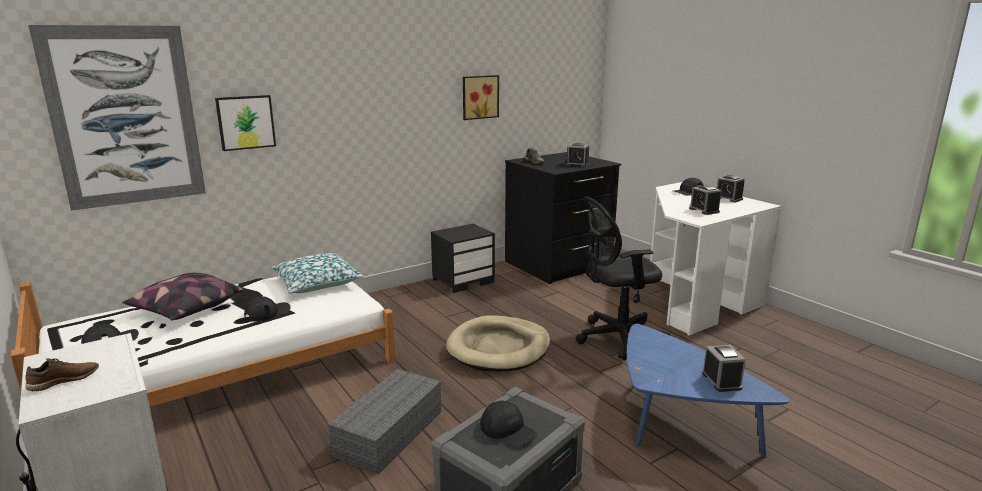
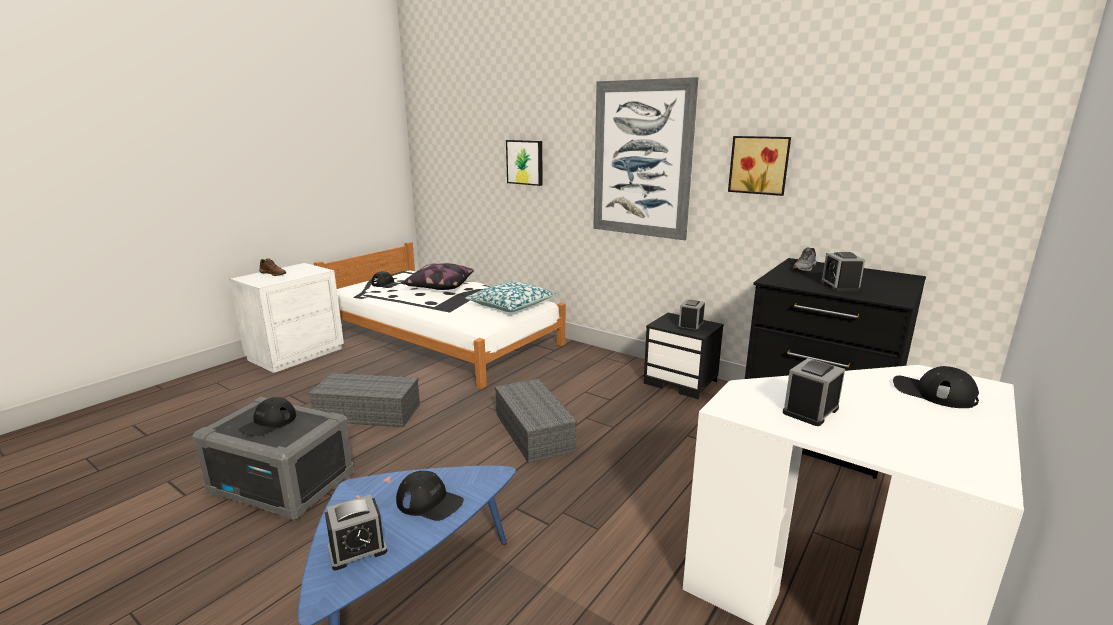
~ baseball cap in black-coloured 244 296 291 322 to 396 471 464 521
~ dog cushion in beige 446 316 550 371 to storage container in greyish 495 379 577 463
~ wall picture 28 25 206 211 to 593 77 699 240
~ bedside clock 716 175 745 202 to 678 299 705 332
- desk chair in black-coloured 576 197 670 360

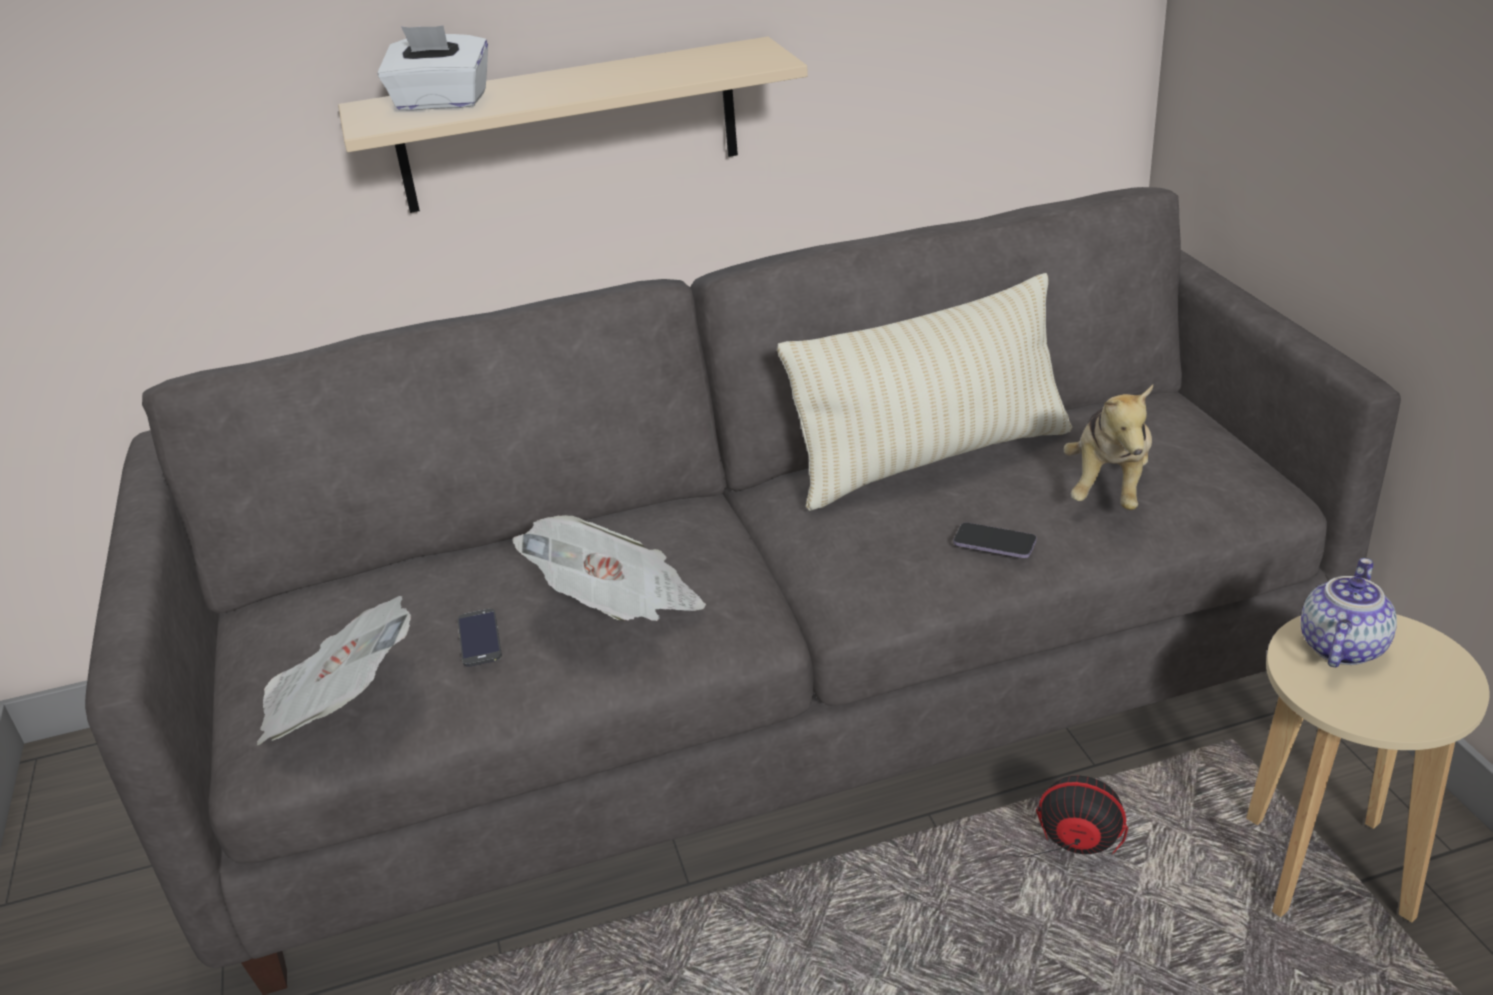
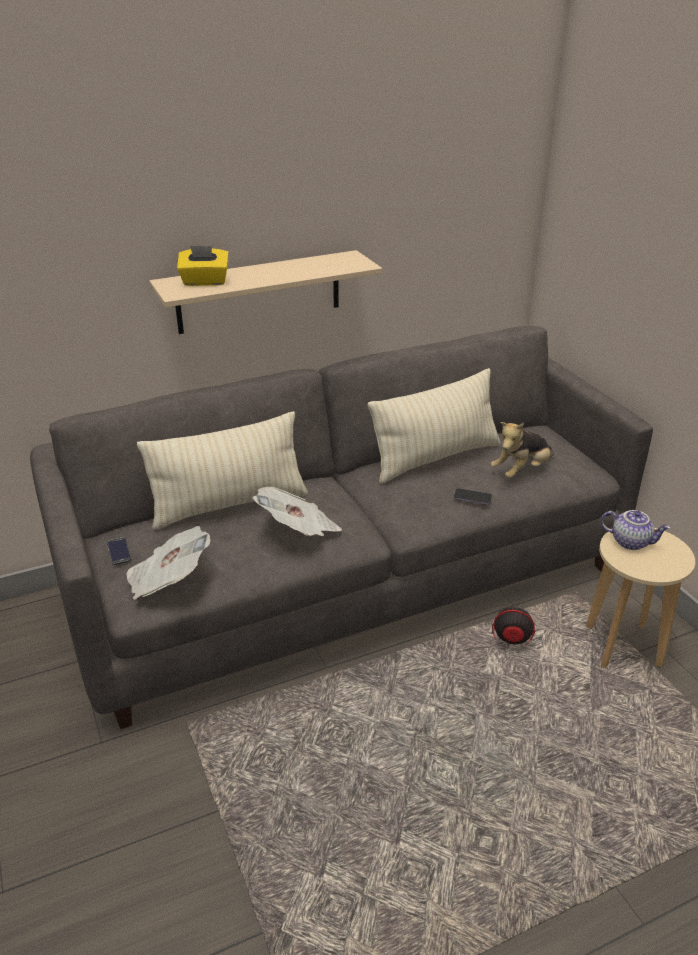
~ handset 458 609 502 667 to 107 537 131 565
+ cushion in beige 137 411 308 530
~ box of tissues in white-coloured 378 25 488 111 to box of tissues in yellow 177 245 229 286
~ soft toy 1064 385 1153 510 = 491 422 554 479 45 degrees clockwise
~ pot for tea 1301 558 1397 667 = 601 510 670 550 90 degrees clockwise

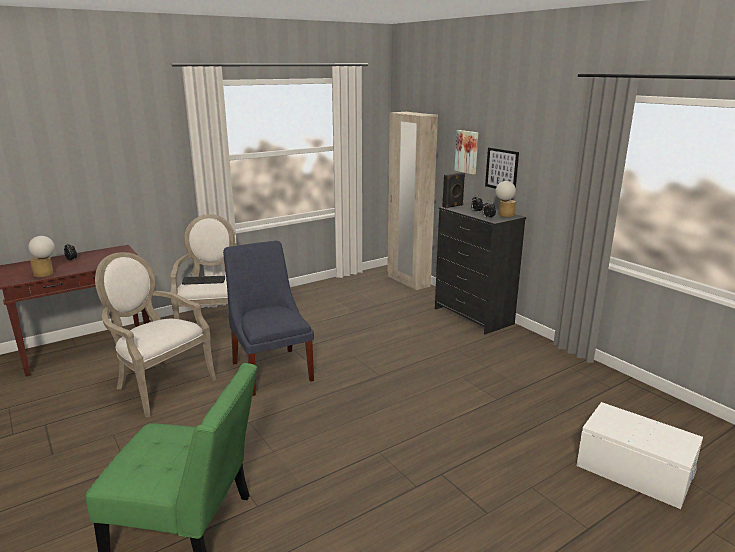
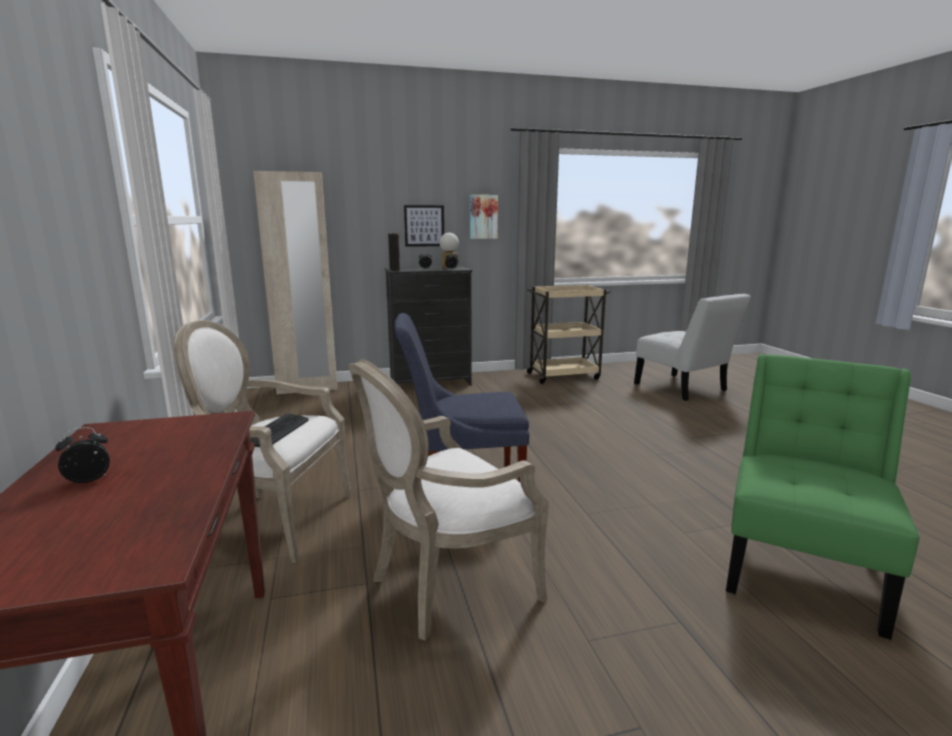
~ wall picture 454 130 479 174 to 470 195 498 239
+ trolley in beige 525 285 610 384
~ storage container in white-coloured 576 402 703 509 to chair in white-coloured 634 294 751 401
- lamp for a table 28 236 55 277

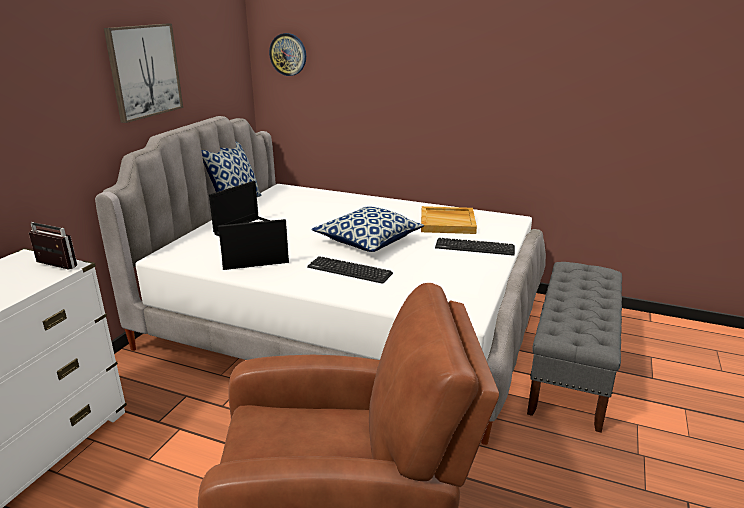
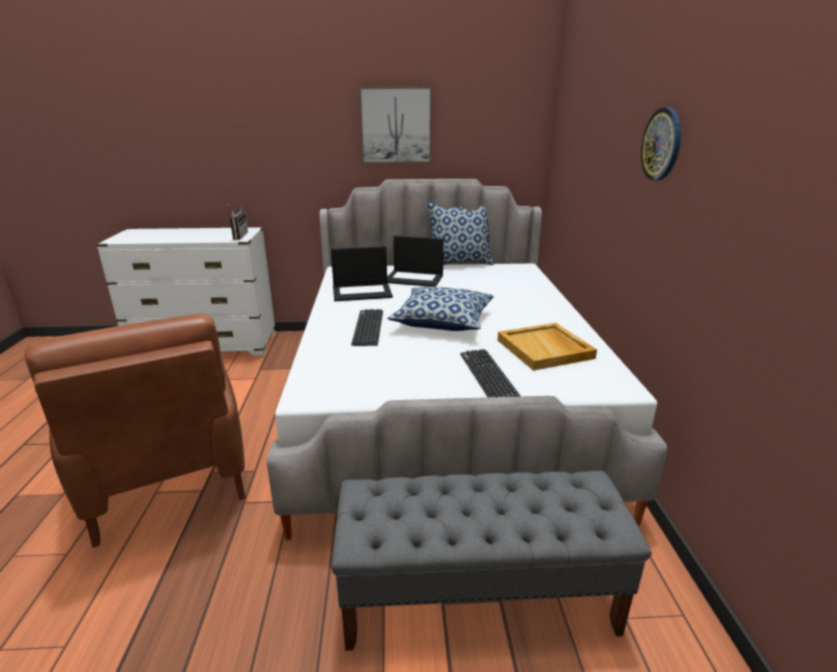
~ laptop 218 219 289 270 = 331 246 393 301 120 degrees clockwise
~ hanging clock 269 33 306 76 to 641 107 681 181

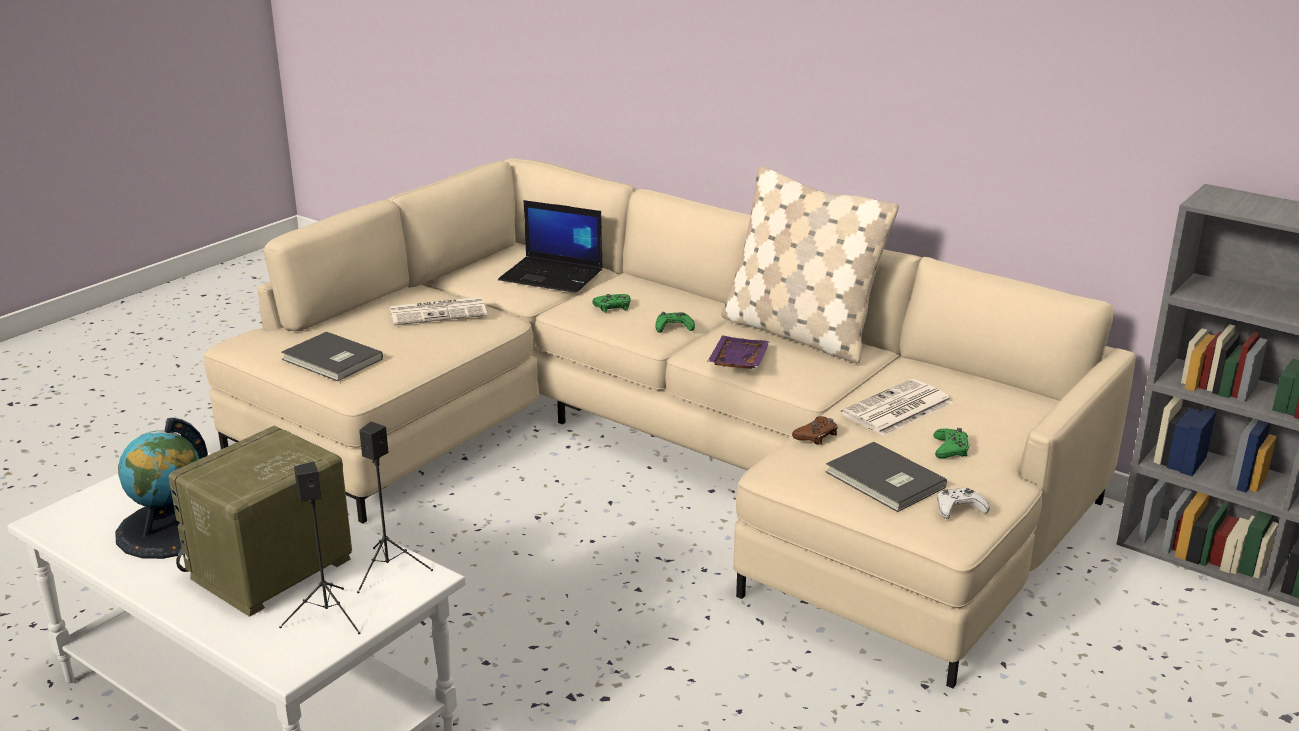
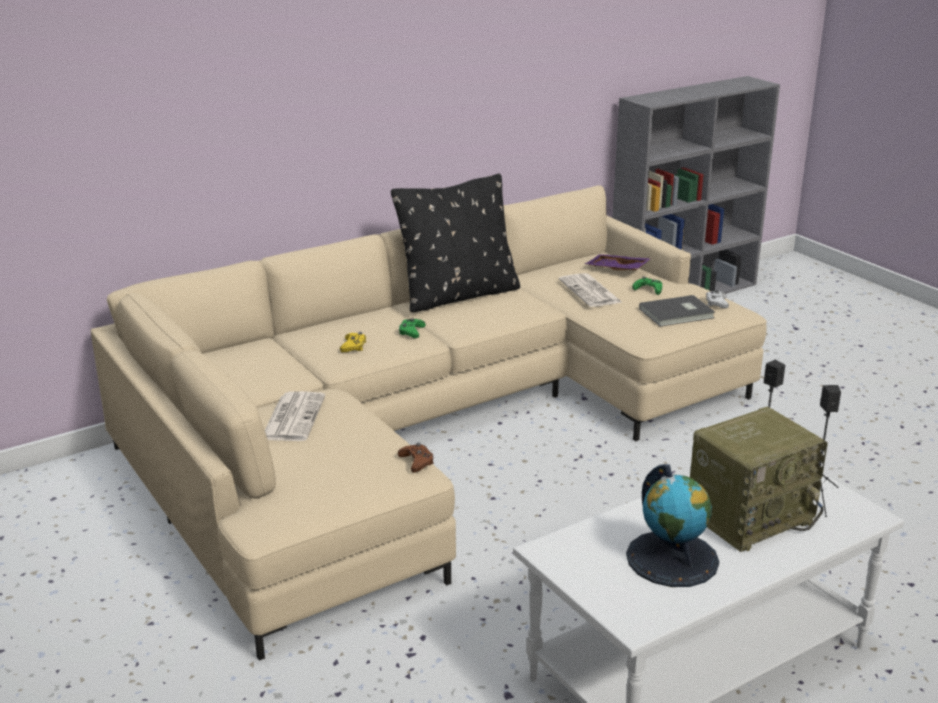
~ game controller in greenish 593 294 631 312 to game controller in yellow 340 332 366 352
~ cushion in beige 721 166 899 363 to cushion in black-coloured 391 173 520 312
~ game controller in brown-coloured 792 416 838 445 to 398 442 434 473
~ tray in purplish 708 335 770 369 to 584 254 652 270
~ radio set 168 426 352 617 = 690 407 828 552 90 degrees counterclockwise
- bound book in greyish 281 332 383 381
- laptop 498 200 603 293

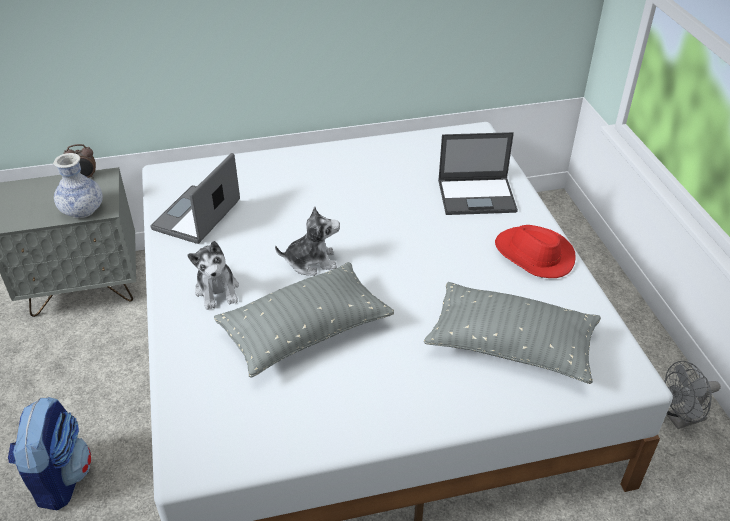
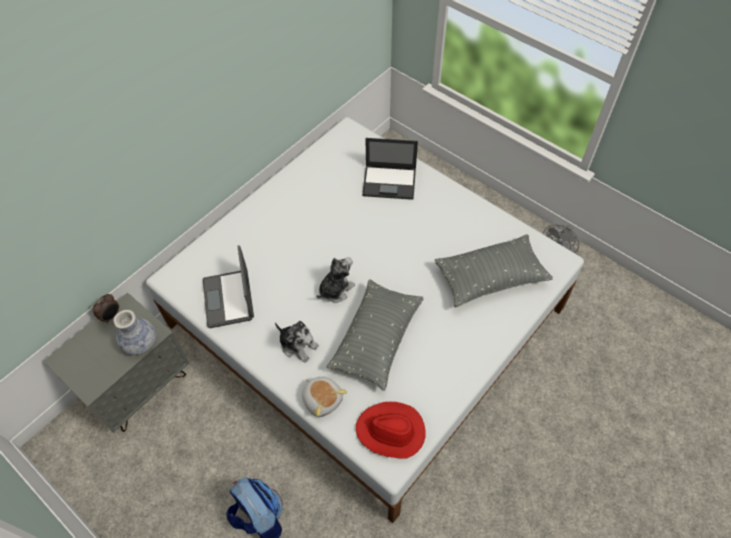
+ soft toy 302 377 347 417
~ wearable hat in red-coloured 495 225 576 278 to 356 402 425 459
~ laptop 438 132 518 215 = 362 138 418 200 45 degrees clockwise

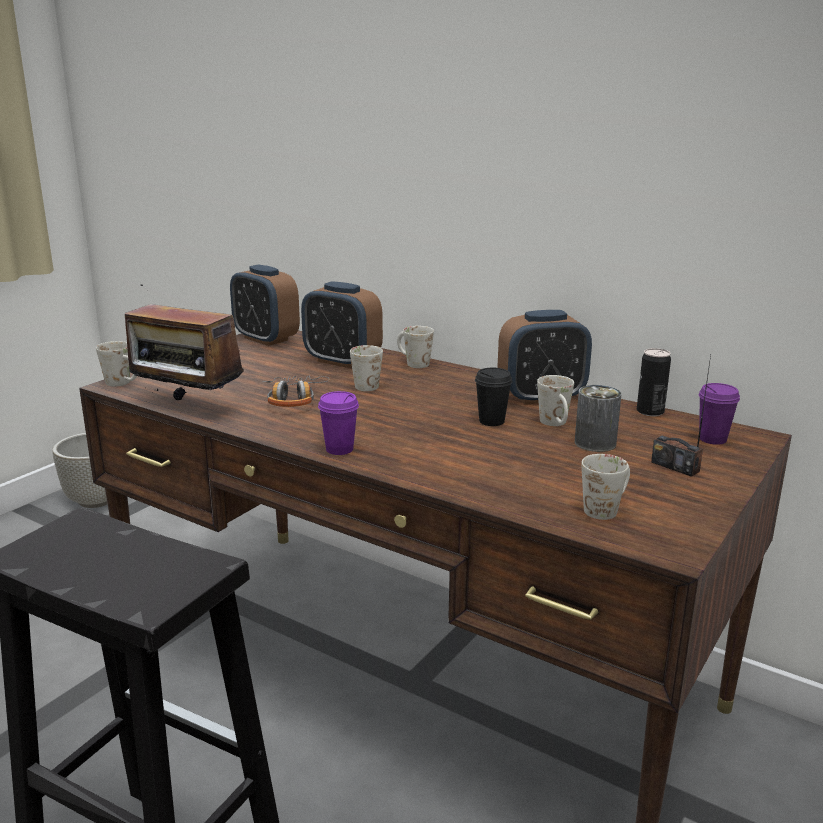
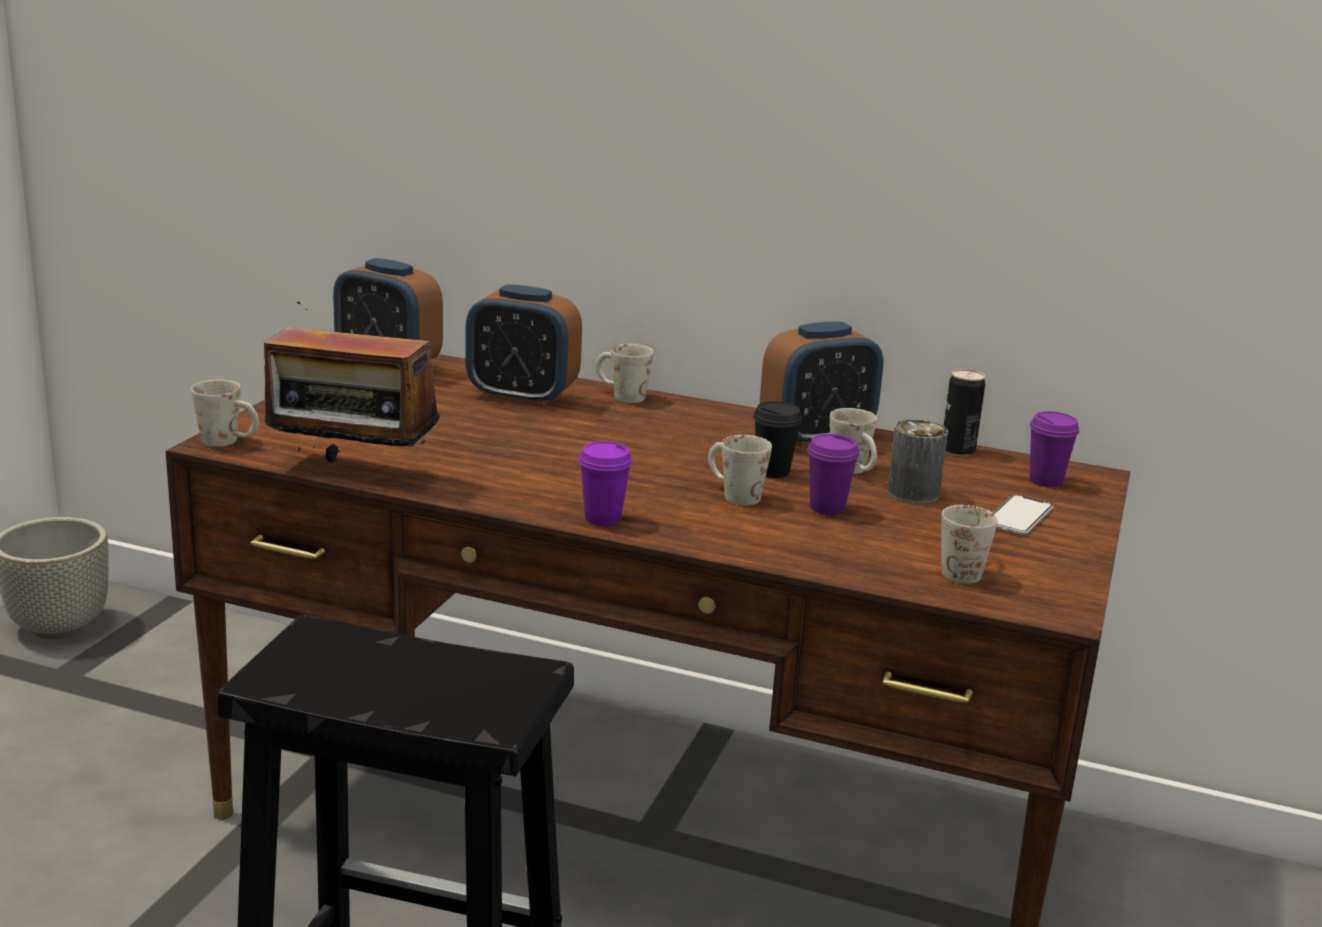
~ coffee mug in white-coloured 350 345 383 391 to 708 435 772 506
+ small cup in purplish 807 434 859 515
~ radio set 651 355 711 477 to handset 994 495 1053 535
- headphones 262 376 330 407

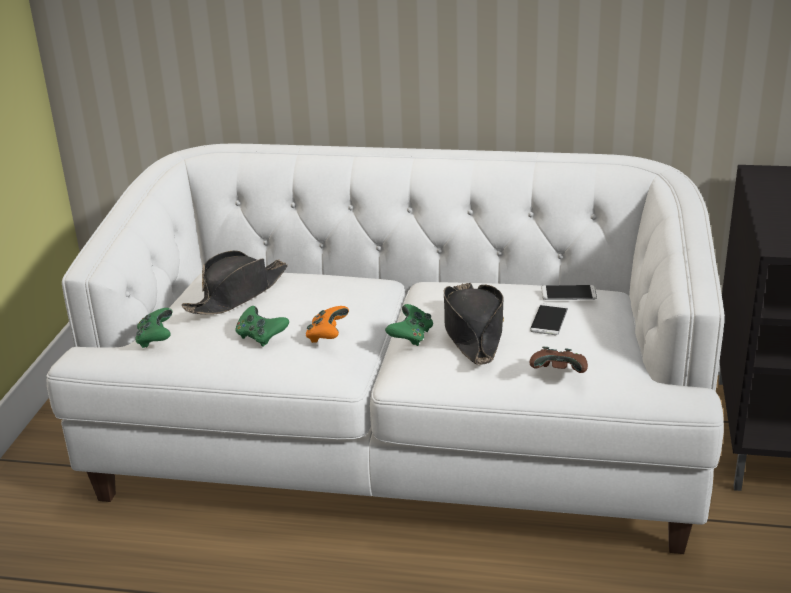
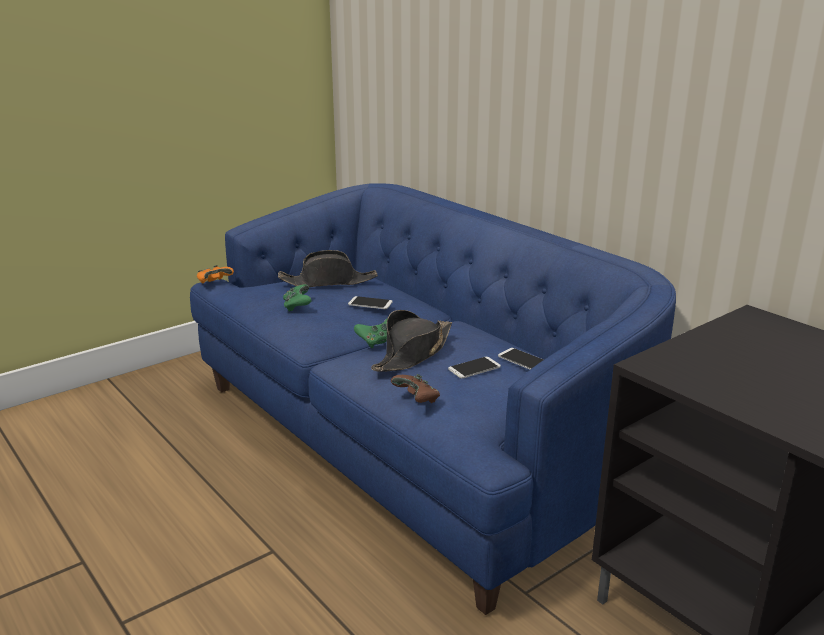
~ couch in white-coloured 46 144 725 554 to couch in bluish 190 183 676 615
~ game controller in orange 306 306 349 343 to 197 265 234 283
+ handset 348 296 393 309
- game controller in greenish 136 308 172 348

